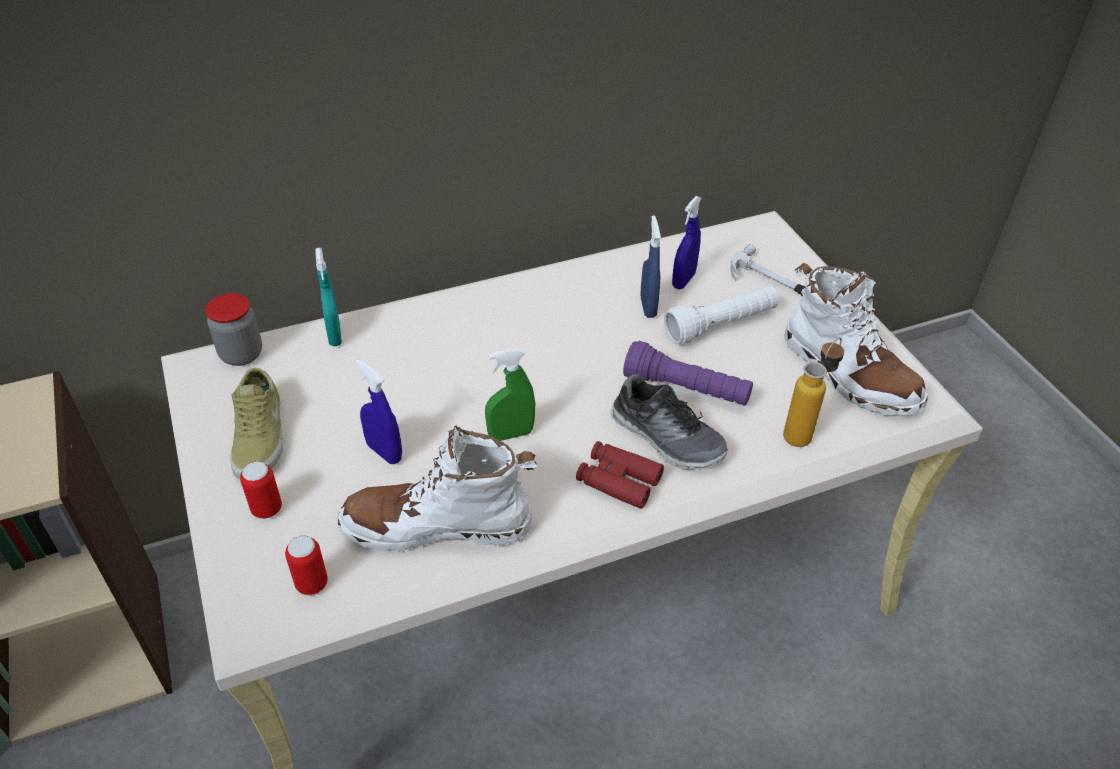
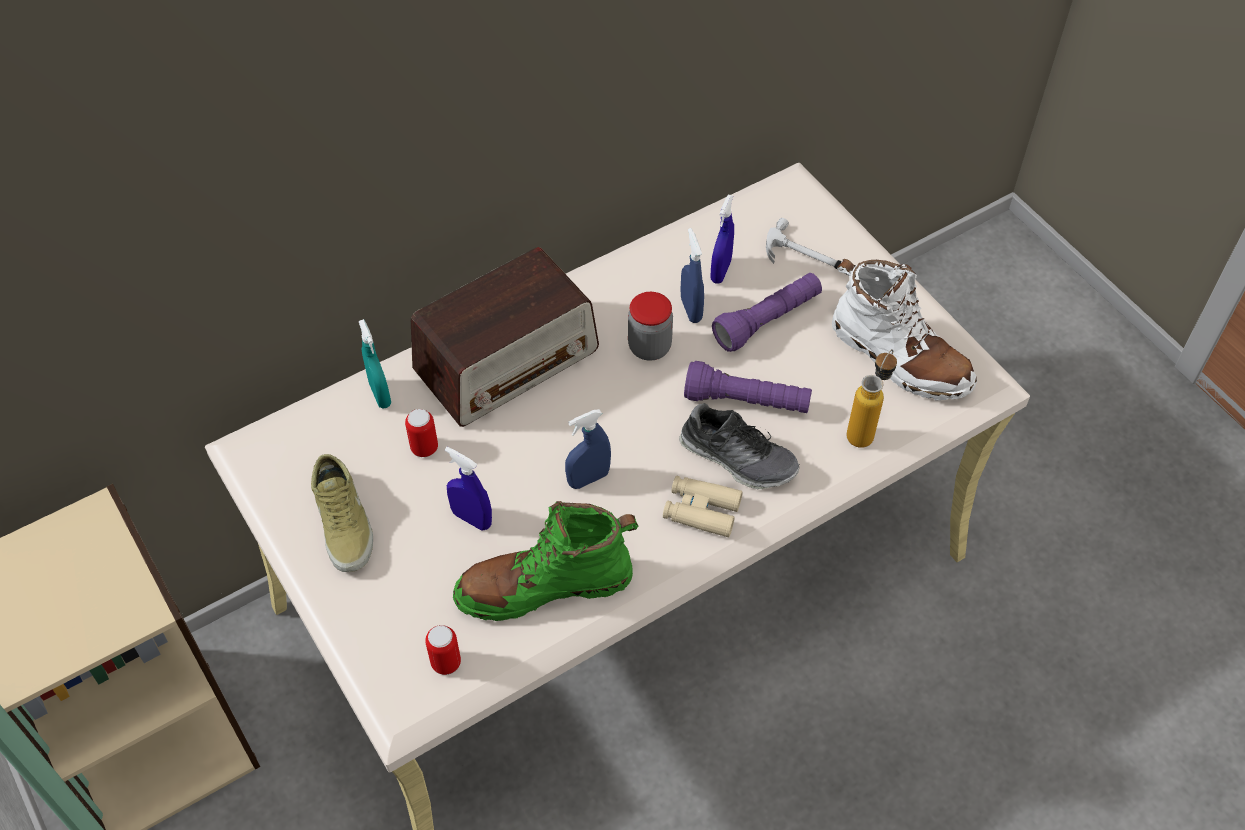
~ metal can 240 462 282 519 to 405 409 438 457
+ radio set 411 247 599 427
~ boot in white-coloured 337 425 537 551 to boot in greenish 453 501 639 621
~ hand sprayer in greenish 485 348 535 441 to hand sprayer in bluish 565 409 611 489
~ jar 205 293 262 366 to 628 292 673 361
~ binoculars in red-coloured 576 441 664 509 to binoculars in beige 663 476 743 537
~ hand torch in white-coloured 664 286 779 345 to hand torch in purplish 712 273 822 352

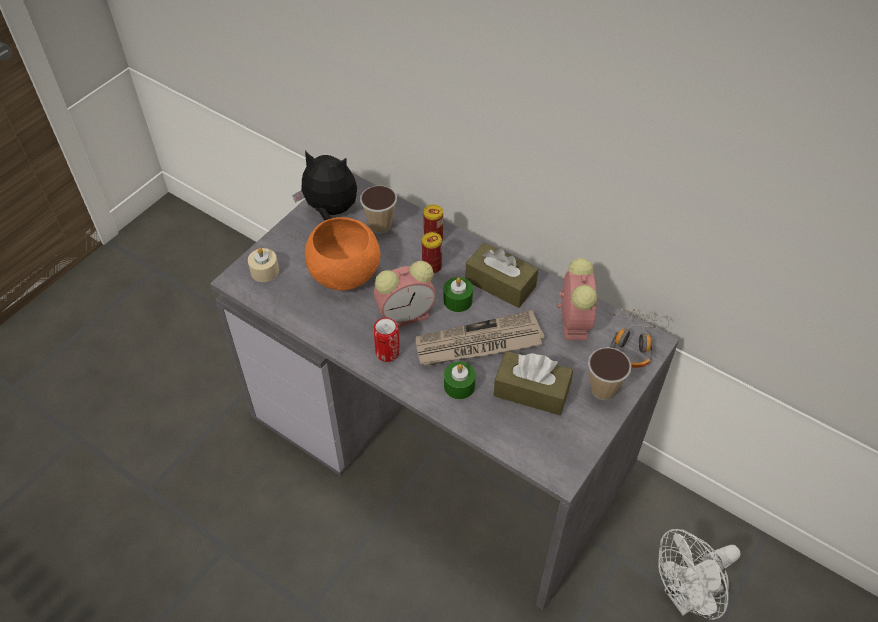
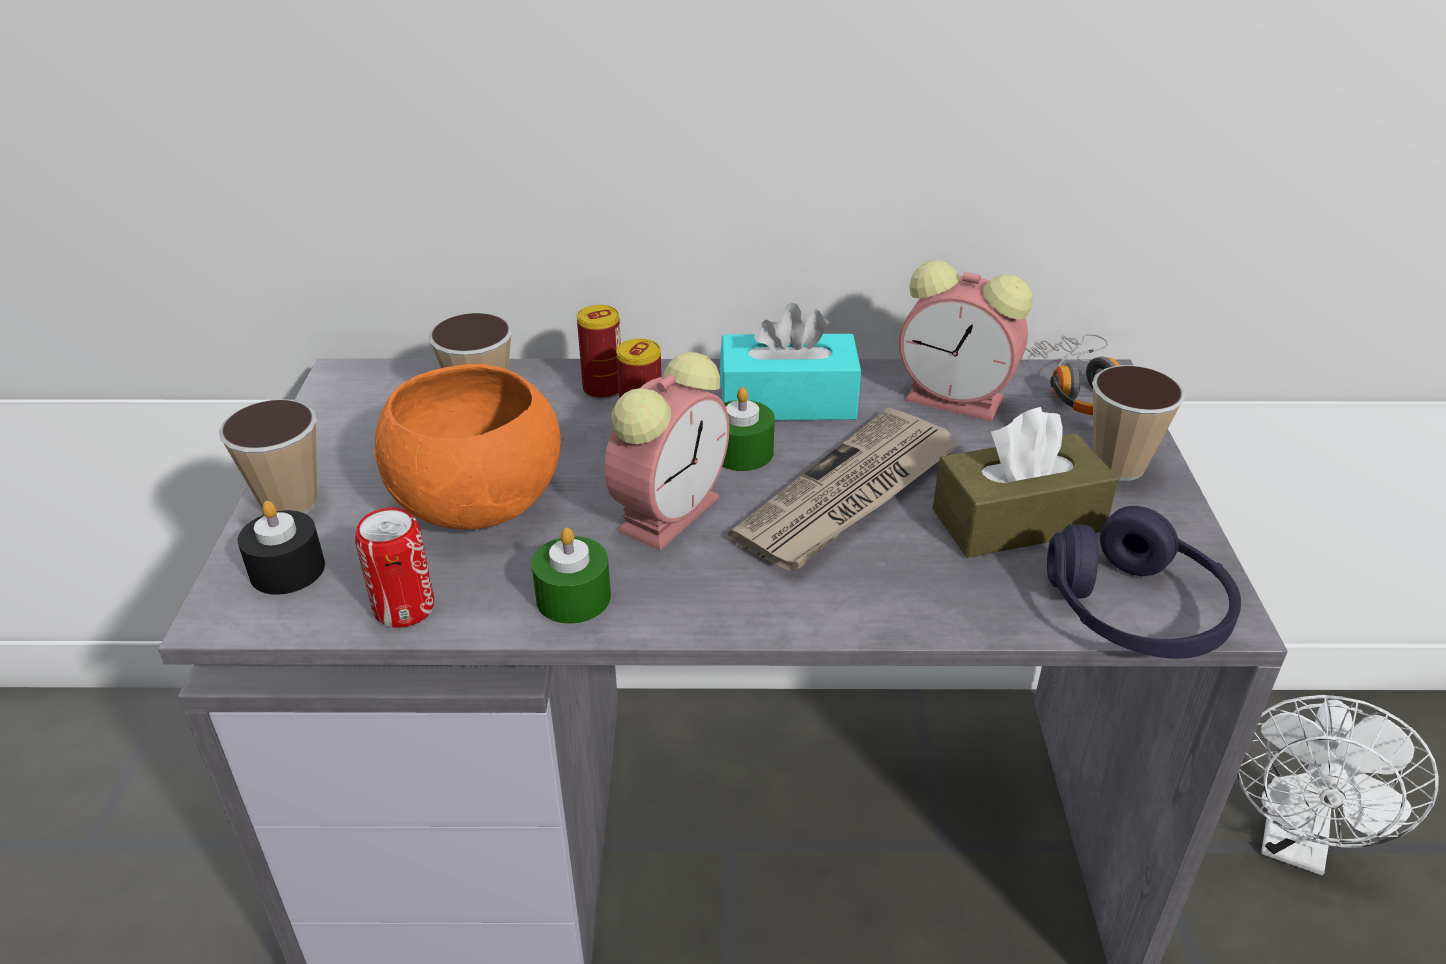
+ small cup 219 400 317 514
~ wax light in beige 248 248 279 282 to wax light in black-coloured 238 501 325 595
~ metal can 373 318 400 362 to 355 507 434 628
~ wax light in greenish 444 362 476 399 to 531 528 611 624
~ box of tissues in brown-coloured 465 242 538 308 to box of tissues in blue-green 720 303 861 420
~ bedside clock 557 258 597 340 = 899 260 1032 421 150 degrees clockwise
+ headphones in purplish 1047 506 1241 659
- soft toy 292 151 357 221

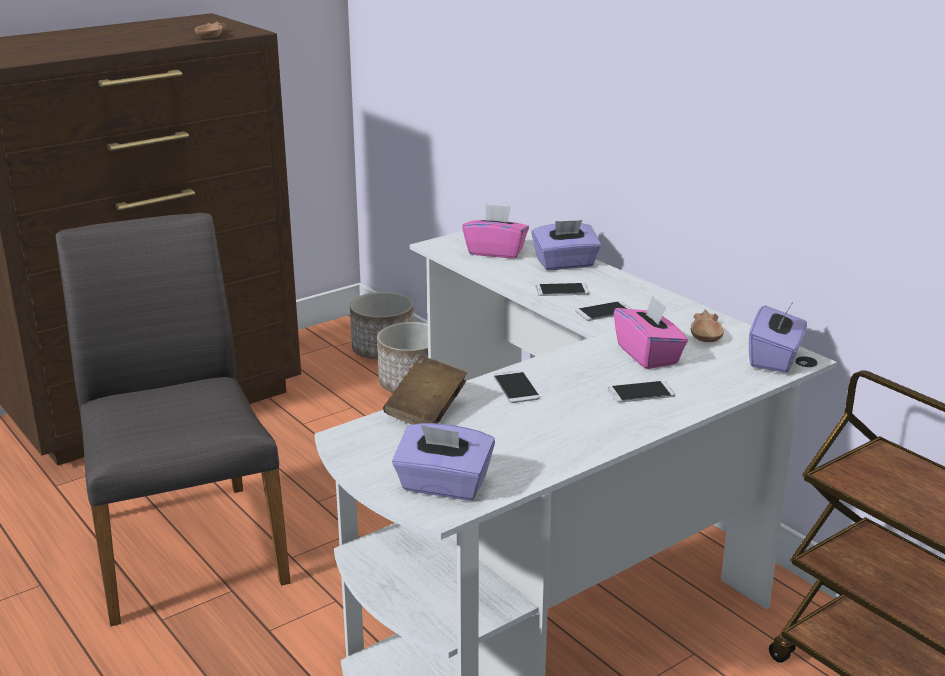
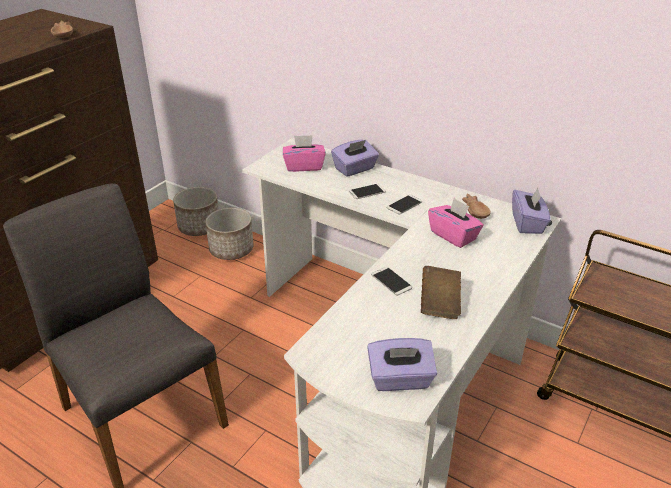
~ bound book in brown-coloured 383 356 467 425 to 421 266 461 319
- handset 608 381 675 403

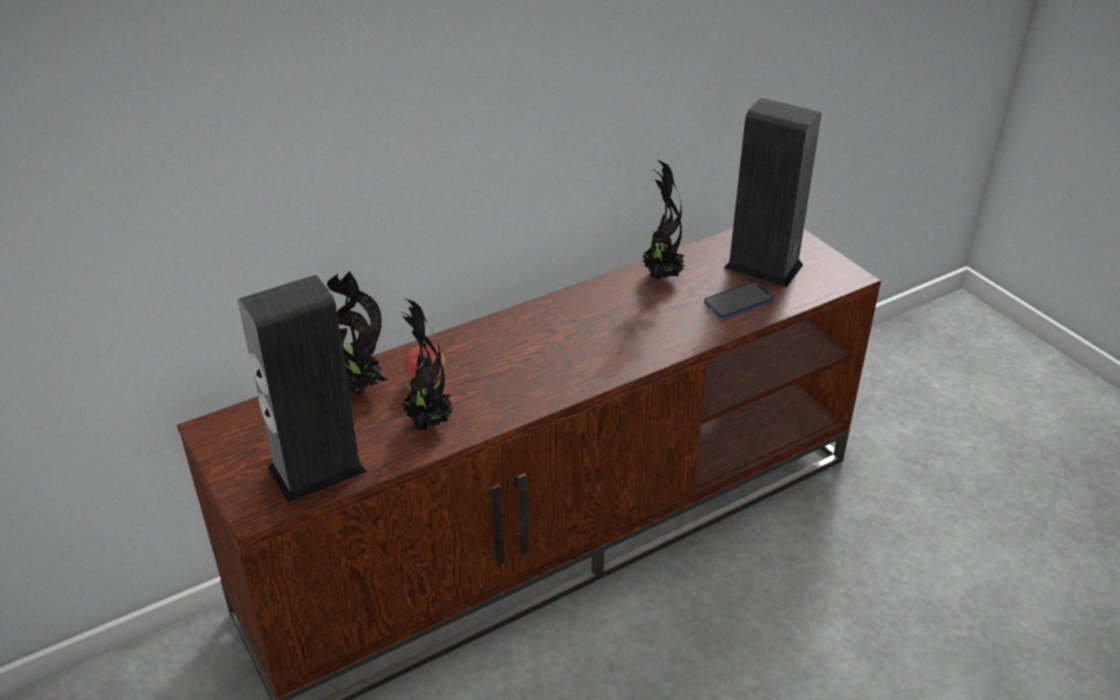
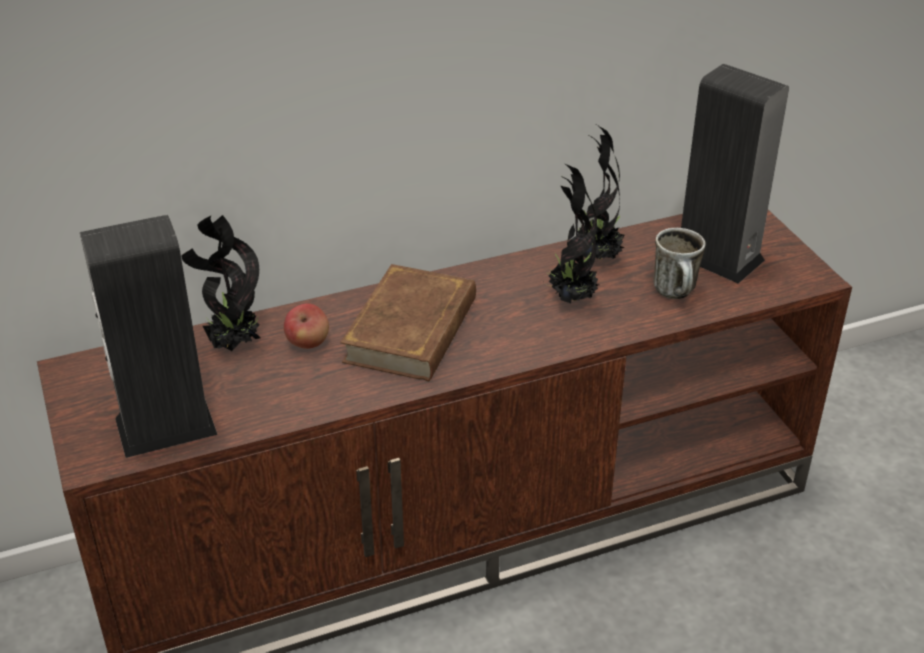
+ bound book in brown-coloured 340 264 476 381
~ houseplant 397 299 454 430 to 543 164 598 303
~ handset 704 281 773 319 to coffee mug 653 228 705 299

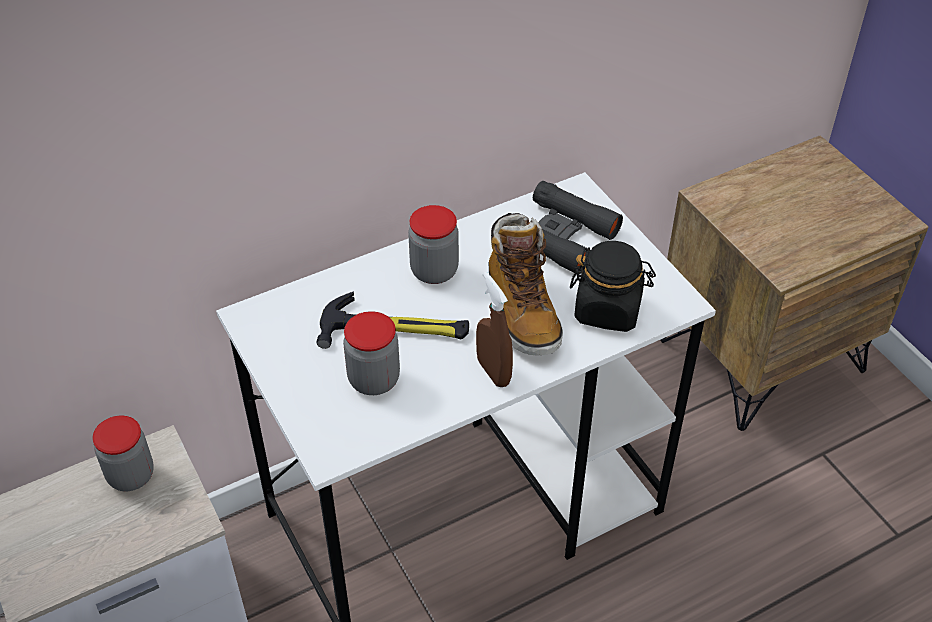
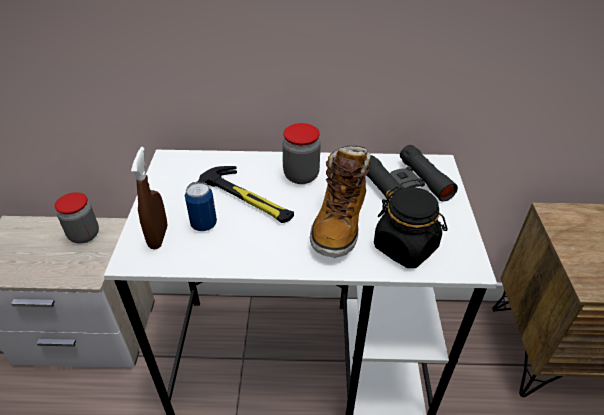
~ hand sprayer in brown-coloured 476 272 513 387 to 131 147 168 249
~ jar 343 311 400 395 to metal can 185 182 217 231

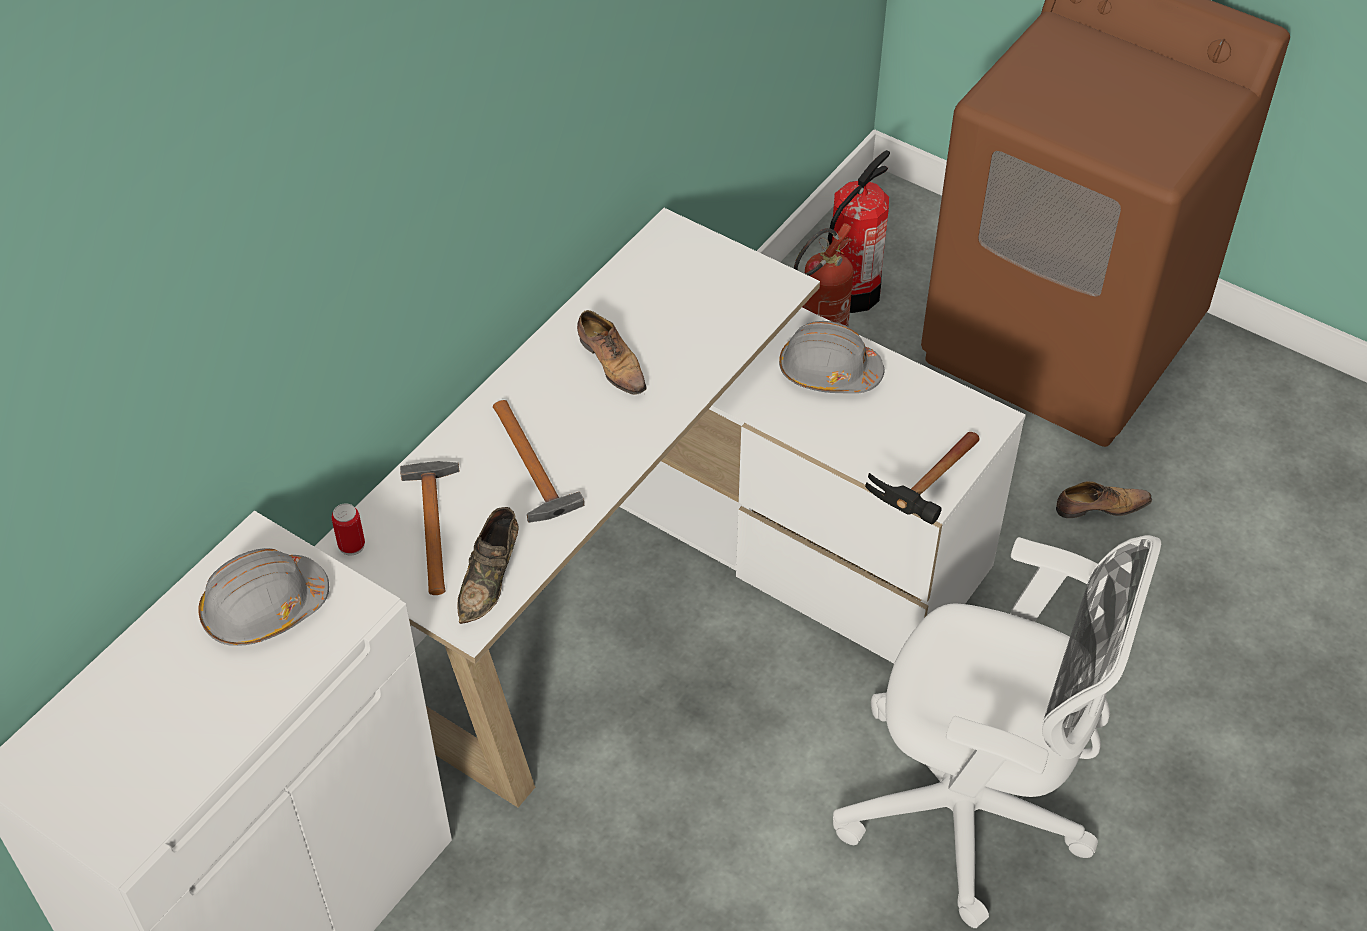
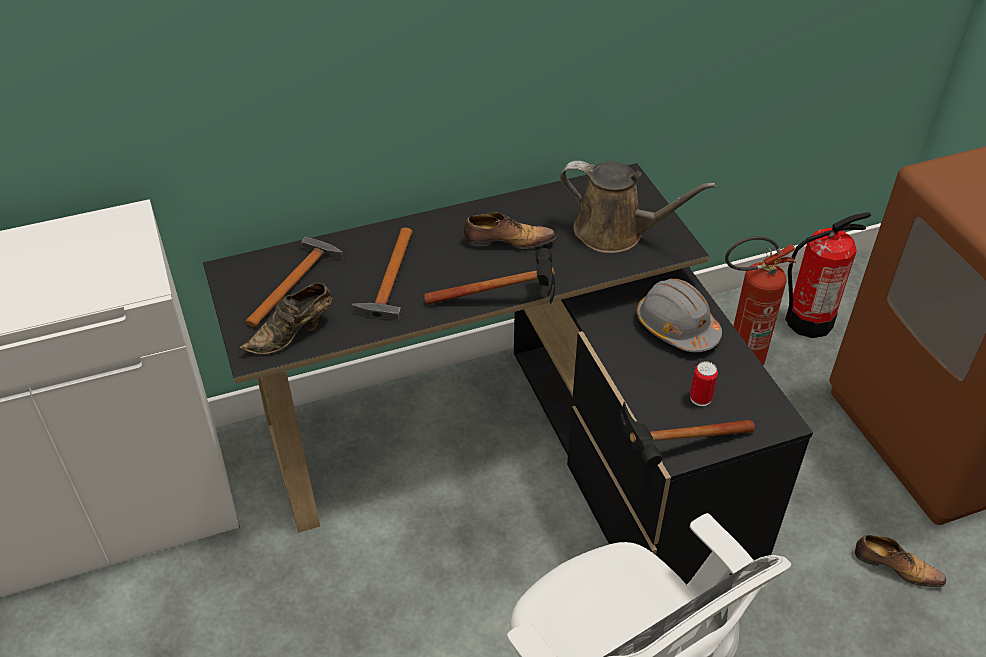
~ desk table in white-coloured 314 208 1026 807 to desk table in black-coloured 203 163 813 585
+ hammer 425 248 555 305
~ low shoe 577 310 646 395 = 463 212 556 249 90 degrees counterclockwise
+ watering can in brown-coloured 560 161 716 253
~ metal can 331 503 365 556 to 690 361 718 406
- safety helmet in greyish 198 548 329 646

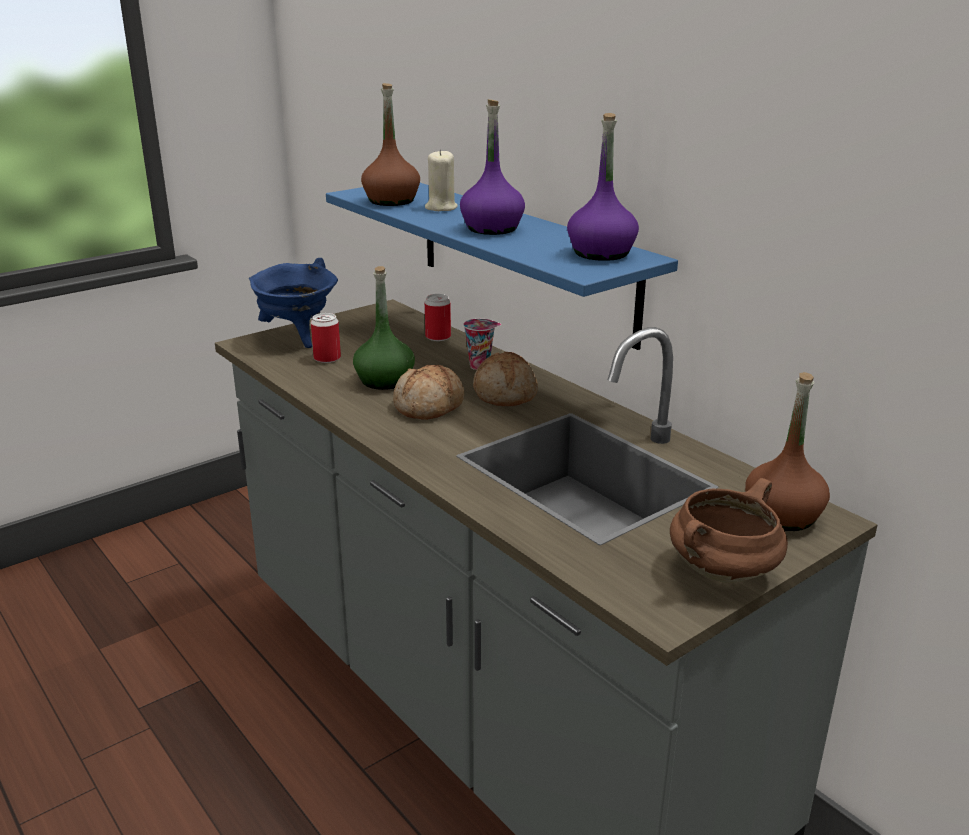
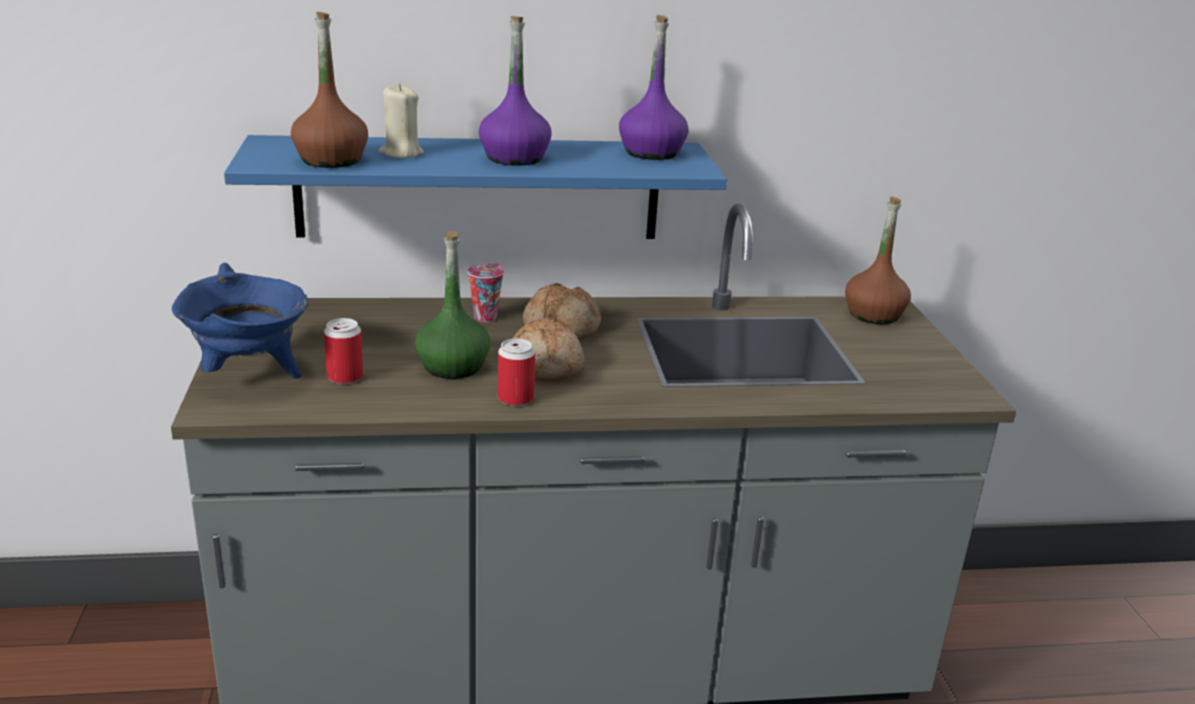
~ metal can 425 294 451 341 to 498 339 535 406
- saucepot in brown-coloured 670 478 788 583

